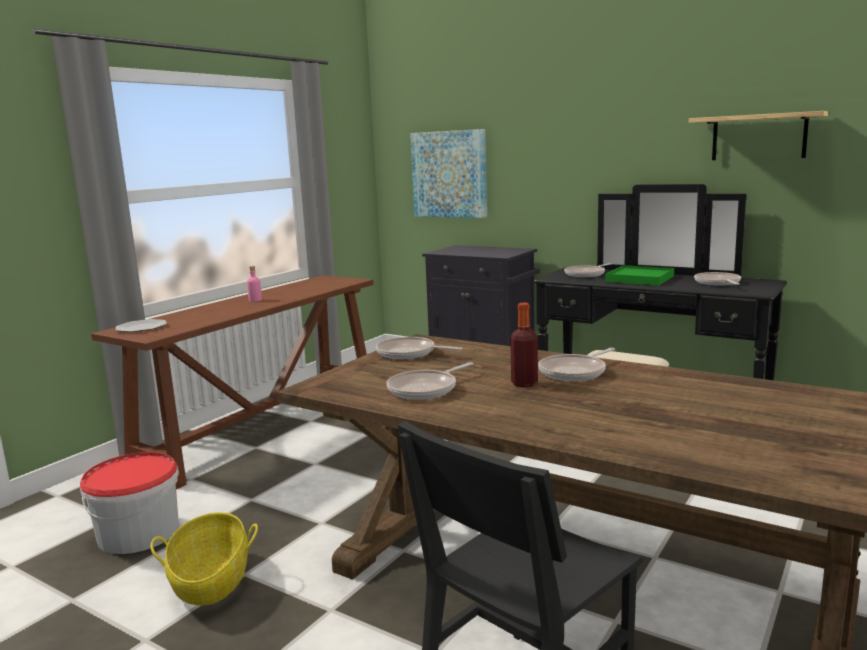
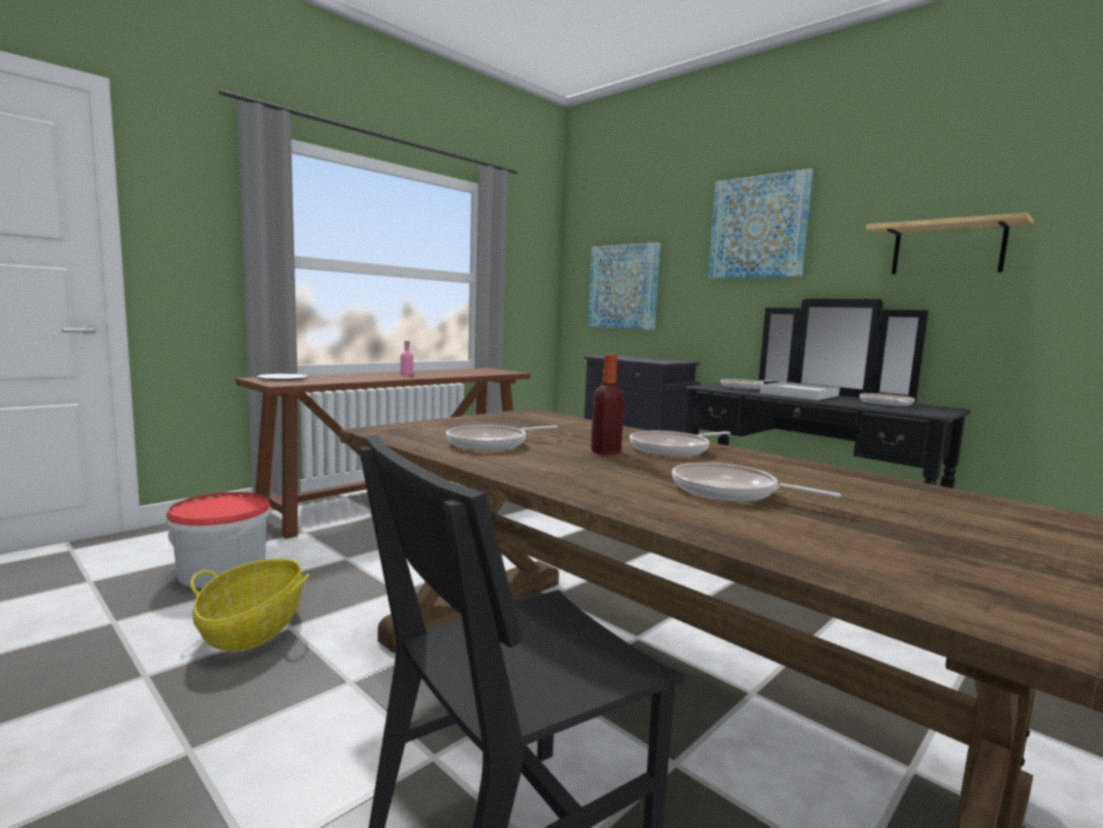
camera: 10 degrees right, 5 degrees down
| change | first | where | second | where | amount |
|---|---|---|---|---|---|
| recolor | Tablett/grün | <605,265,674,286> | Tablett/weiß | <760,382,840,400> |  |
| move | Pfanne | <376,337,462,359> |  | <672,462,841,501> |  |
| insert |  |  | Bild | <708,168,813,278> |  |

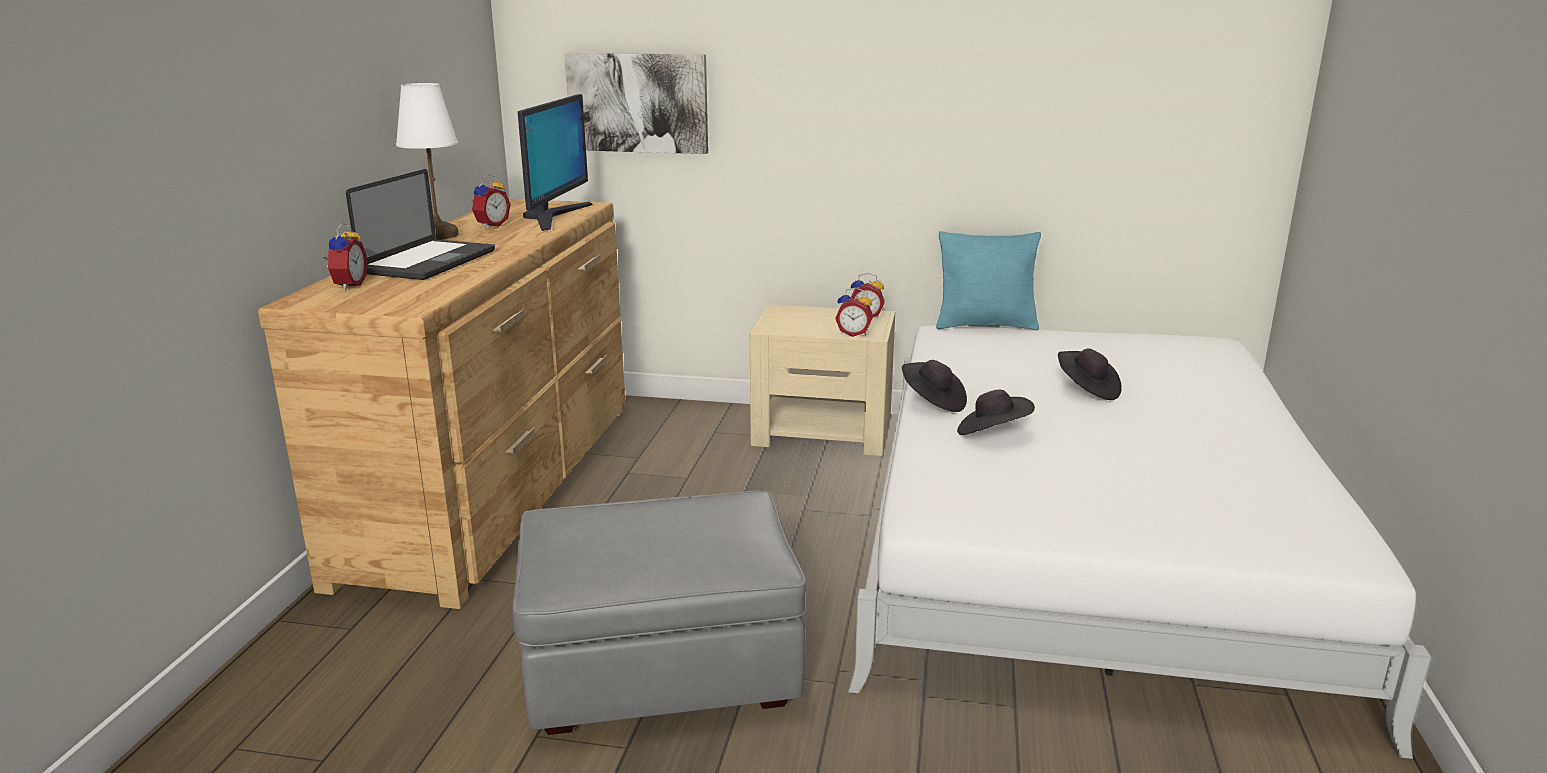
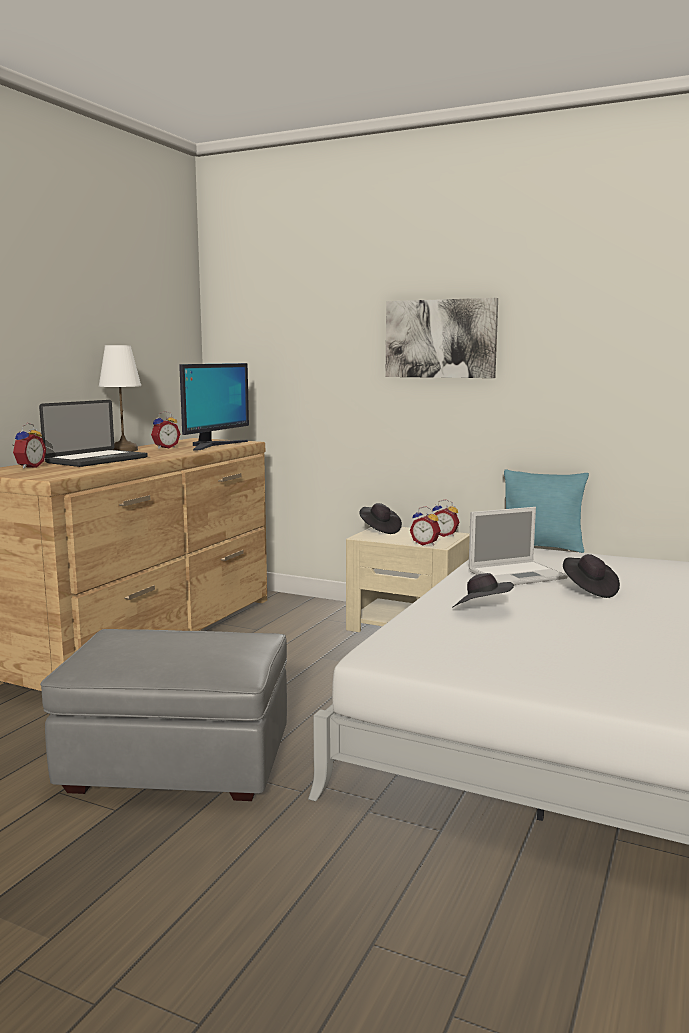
camera: 15 degrees right, 10 degrees down
| change | first | where | second | where | amount |
|---|---|---|---|---|---|
| move | Bild | <564,53,708,154> |  | <386,298,498,378> |  |
| move | Hut/schwarz | <902,360,967,412> |  | <359,503,402,534> |  |
| insert |  |  | Laptop | <469,507,568,585> |  |

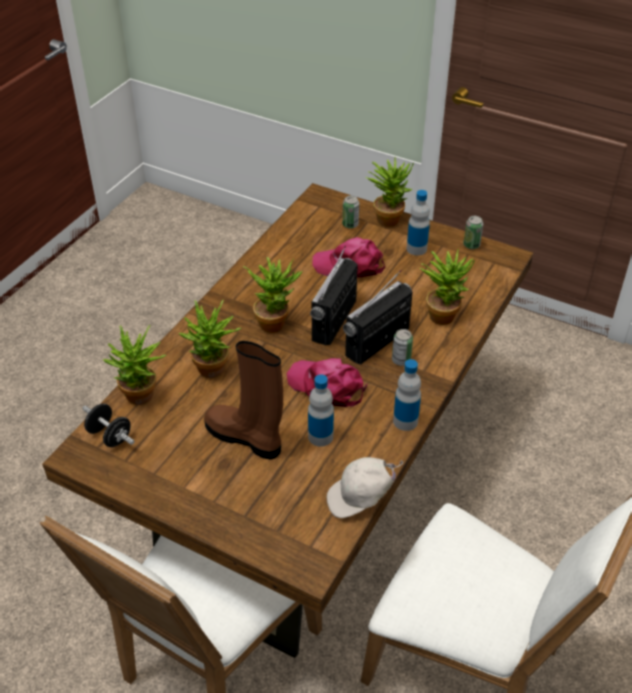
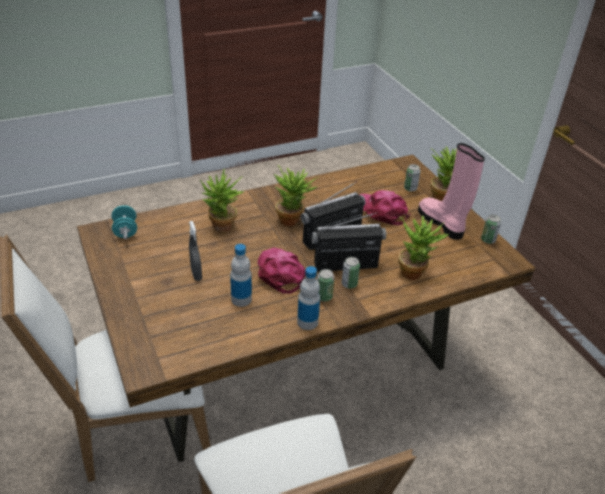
camera: 35 degrees right, 5 degrees down
| change | first | where | second | where | amount |
|---|---|---|---|---|---|
| replace | Flasche | <407,190,430,255> | Stiefel/rosa | <418,143,485,240> |  |
| delete | Topfpflanze | <102,325,167,405> |  |  |  |
| replace | Stiefel/braun | <204,341,283,460> | Sprühflasche/grau | <189,221,202,281> |  |
| recolor | Hantel/schwarz | <82,403,135,447> | Hantel/türkis | <111,205,137,239> |  |
| delete | Kappe/weiß | <327,457,403,518> |  |  |  |
| insert |  |  | Dose | <317,269,335,301> |  |

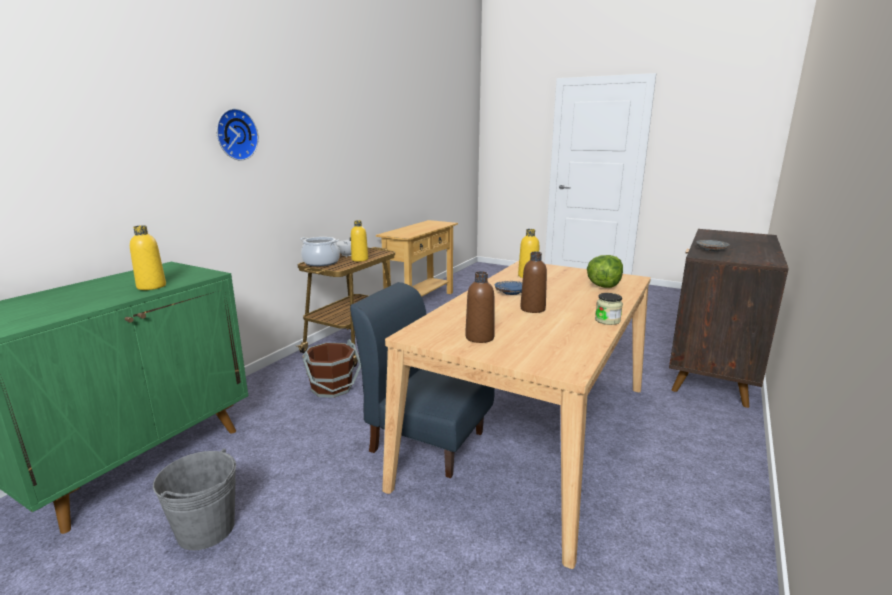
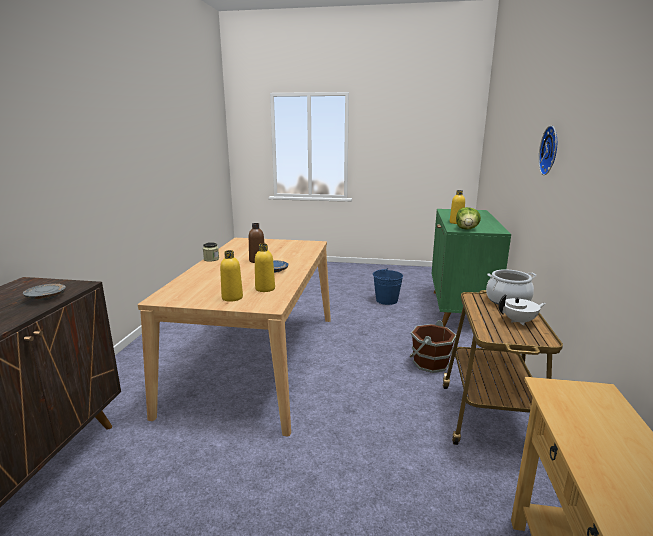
camera: 160 degrees right, 0 degrees up
| change | first | where | second | where | amount |
|---|---|---|---|---|---|
| move | Flasche/gelb | <351,220,368,262> |  | <220,250,243,302> |  |
| move | Salatkopf | <587,255,623,288> |  | <456,207,481,230> |  |
| delete | Flasche/braun | <465,271,495,343> |  |  |  |
| delete | Stuhl/blau | <350,282,494,478> |  |  |  |
| recolor | Eimer/grau | <153,448,236,550> | Eimer/blau | <372,268,403,305> |  |

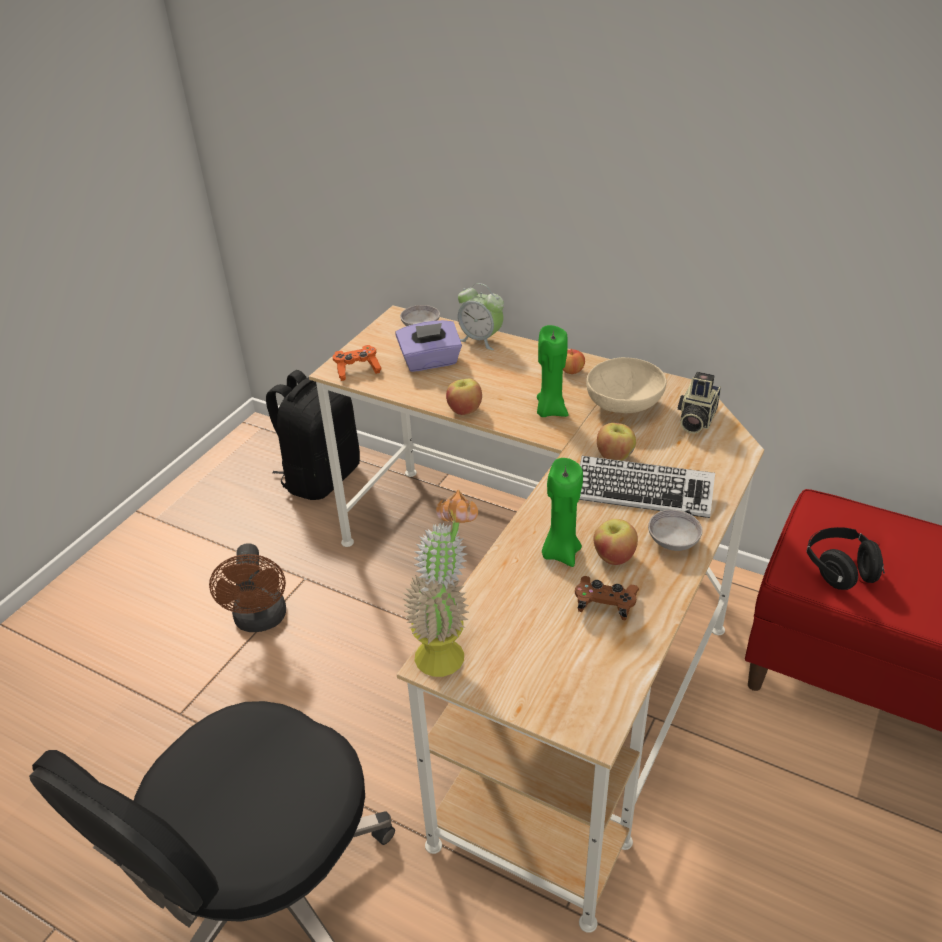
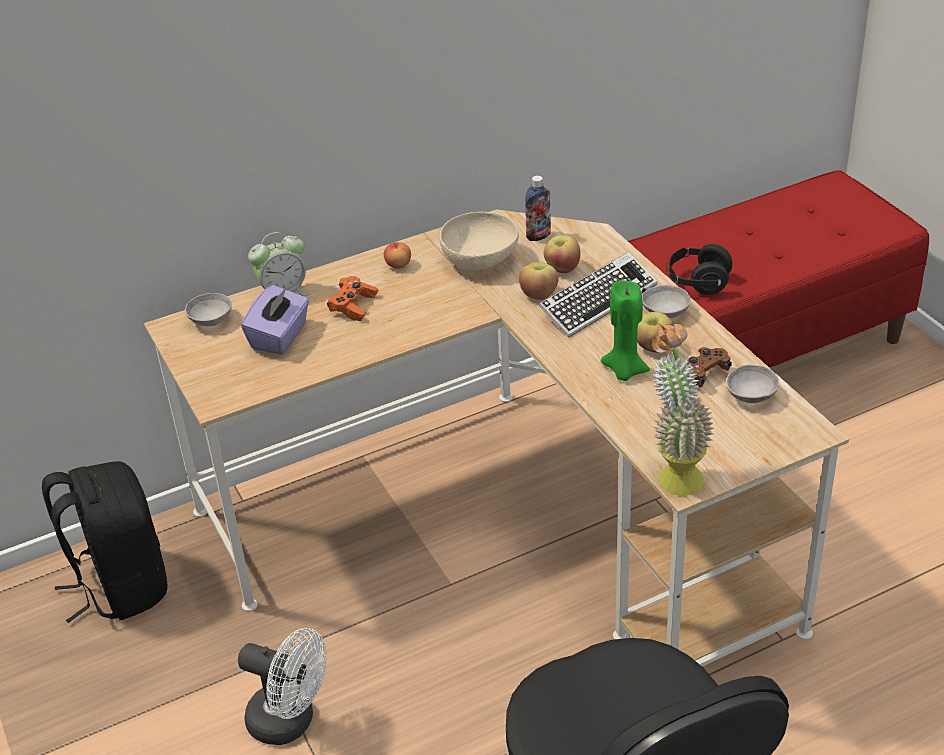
camera: 55 degrees left, 0 degrees up
| change | first | where | second | where | amount |
|---|---|---|---|---|---|
| delete | Kerze/grün | <537,325,569,417> |  |  |  |
| move | Gamepad/orange | <333,345,382,381> |  | <327,276,378,321> |  |
| replace | Kamera | <678,372,721,434> | Flasche | <525,176,551,241> |  |
| move | Apfel | <446,379,482,415> |  | <544,235,581,273> |  |
| recolor | Ventilator/braun | <209,543,286,632> | Ventilator/weiß | <238,628,327,745> |  |
| insert |  |  | Schüssel/grau | <726,365,779,403> |  |

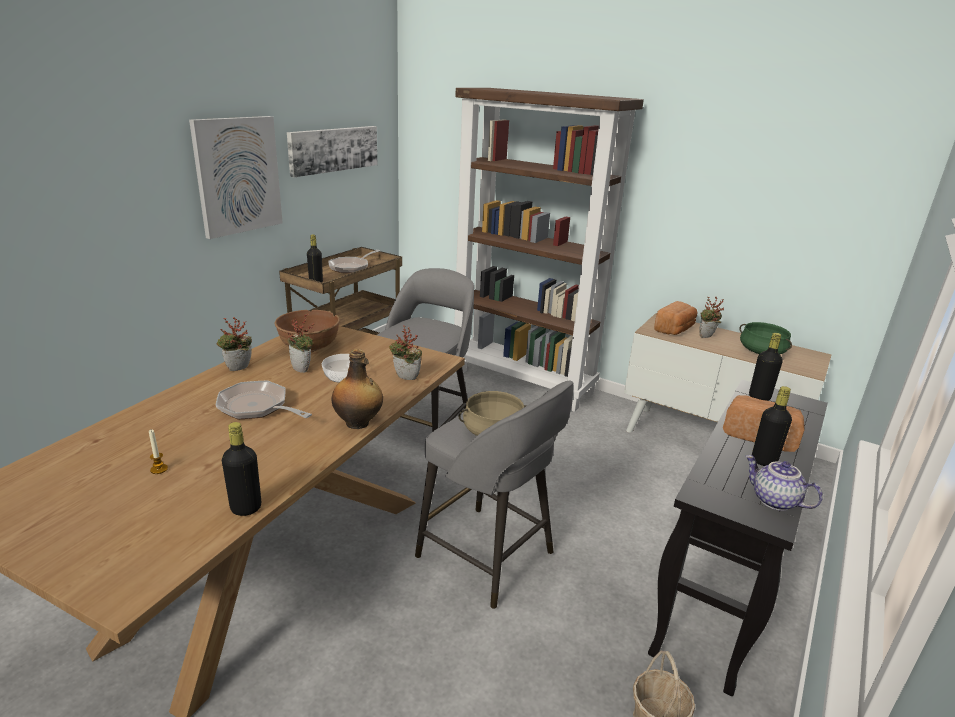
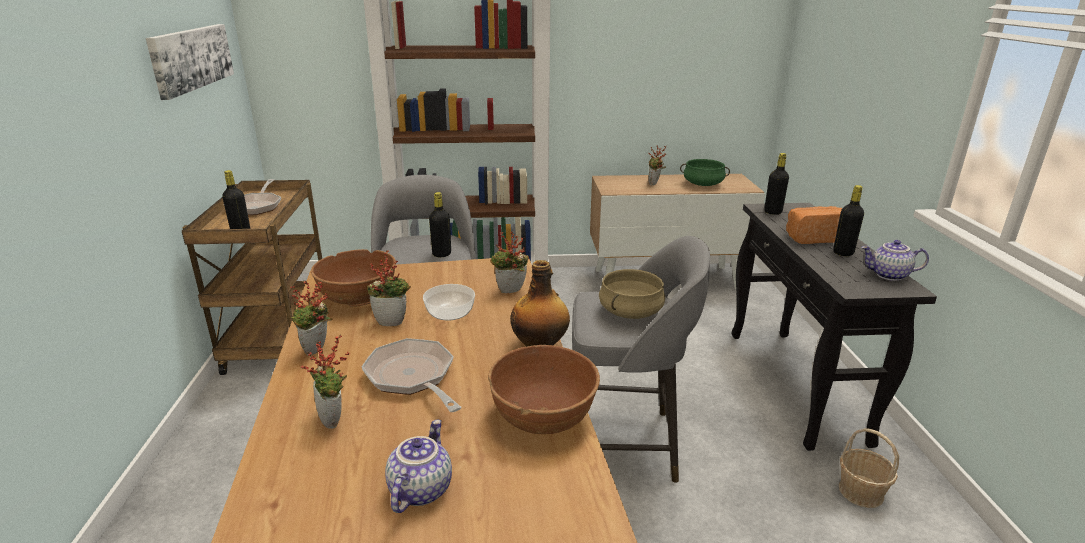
camera: 35 degrees left, 0 degrees up
| change | first | where | second | where | amount |
|---|---|---|---|---|---|
| delete | Bild | <189,116,283,239> |  |  |  |
| delete | Brot | <654,301,698,335> |  |  |  |
| rotate | Pfanne | <216,380,312,419> |  | <361,338,462,412> | 60 degrees clockwise |
| move | Flasche/schwarz | <222,422,261,516> |  | <429,192,451,257> |  |
| replace | Kerze | <149,430,168,474> | Teekanne | <385,420,452,513> |  |
| insert |  |  | Topfpflanze | <301,334,351,429> |  |
| insert |  |  | Schüssel/braun | <488,345,600,434> |  |

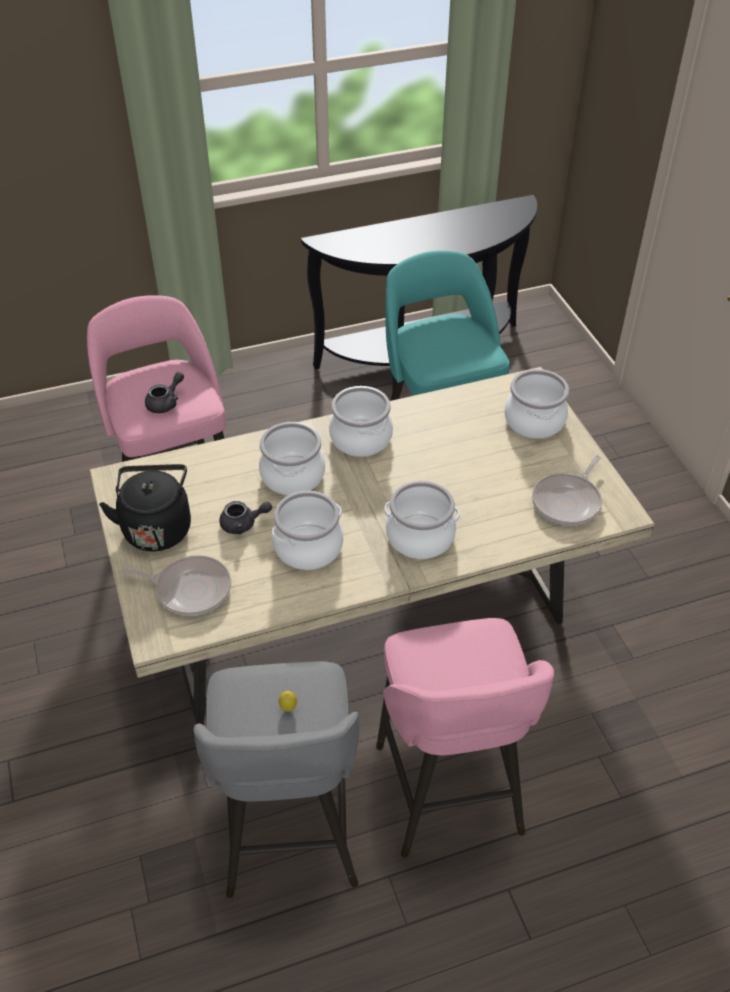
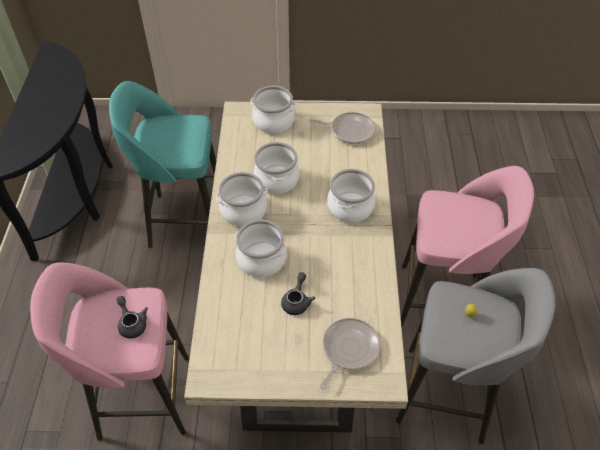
camera: 70 degrees left, 5 degrees up
| change | first | where | second | where | amount |
|---|---|---|---|---|---|
| rotate | Pfanne | <532,455,602,526> |  | <309,112,376,144> | 45 degrees counterclockwise |
| delete | Wasserkessel/schwarz | <99,464,191,551> |  |  |  |
| move | Kochtopf | <272,491,343,570> |  | <253,142,300,194> |  |

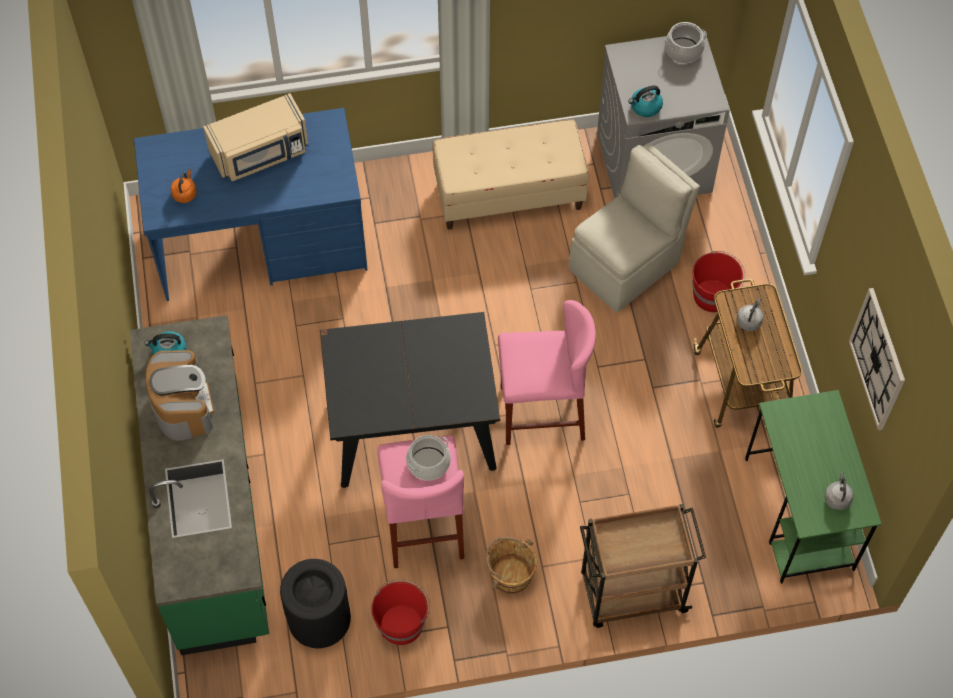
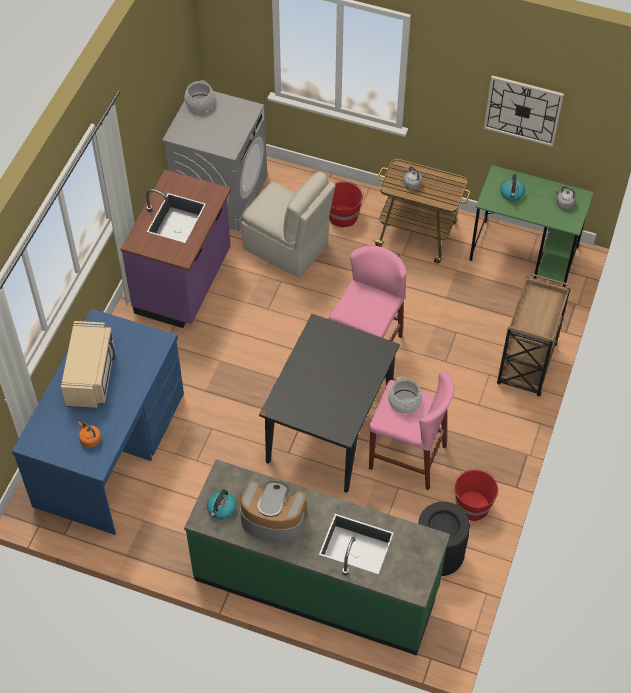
camera: 60 degrees left, 5 degrees down
| change | first | where | second | where | amount |
|---|---|---|---|---|---|
| move | Wasserkessel | <628,86,663,117> |  | <500,174,525,201> |  |
| replace | Bank/beige | <432,119,589,230> | Küchenzeile/lila | <121,170,231,328> |  |
| rotate | Stuhl/beige | <569,143,700,312> |  | <242,172,336,278> | 135 degrees clockwise |
| delete | Eimer/braun | <486,537,537,594> |  |  |  |

